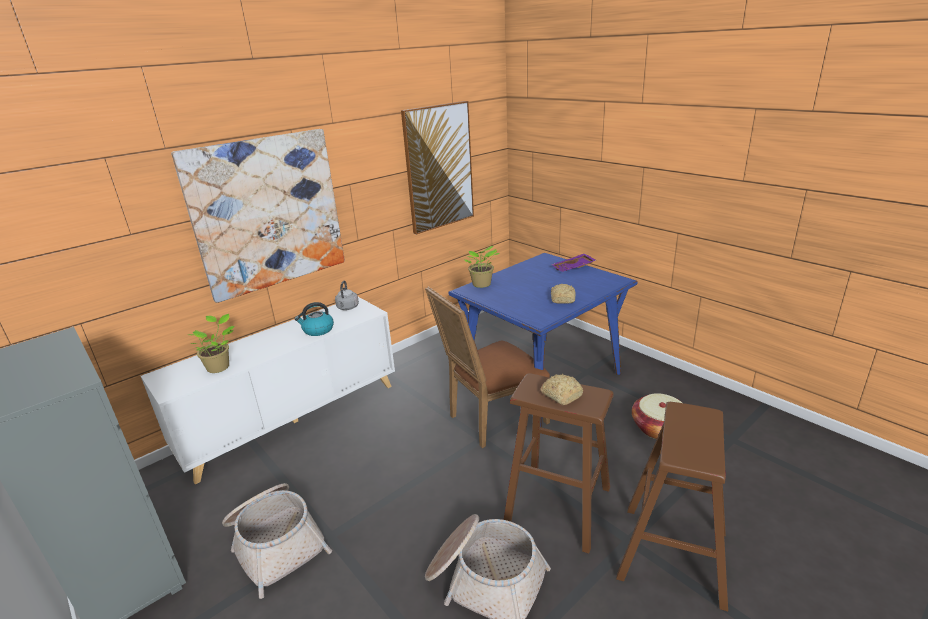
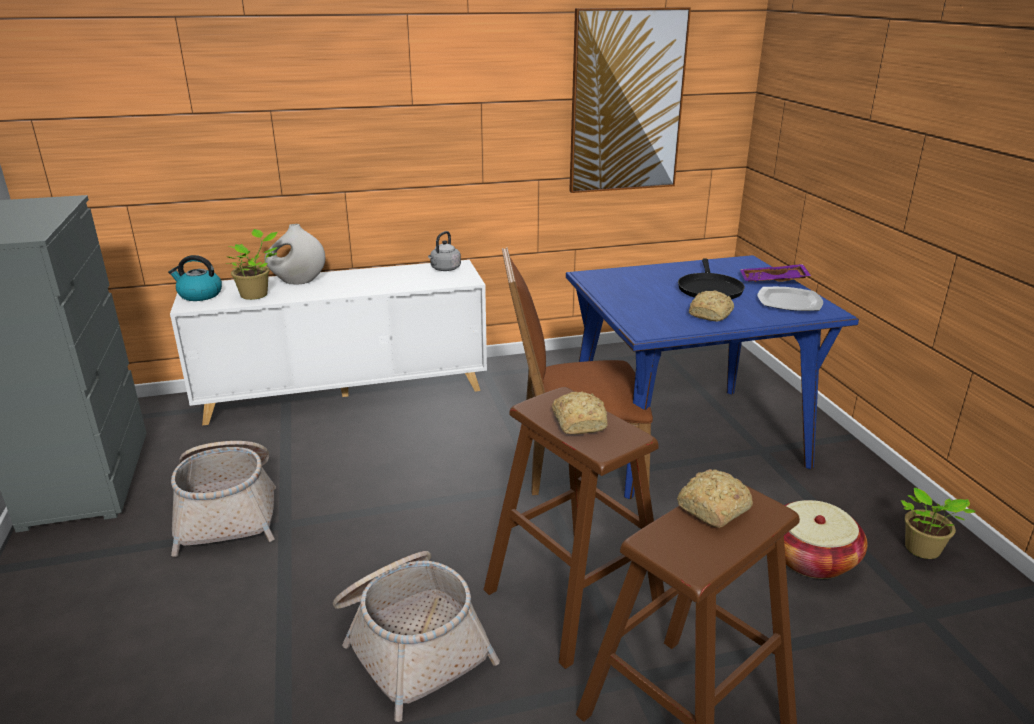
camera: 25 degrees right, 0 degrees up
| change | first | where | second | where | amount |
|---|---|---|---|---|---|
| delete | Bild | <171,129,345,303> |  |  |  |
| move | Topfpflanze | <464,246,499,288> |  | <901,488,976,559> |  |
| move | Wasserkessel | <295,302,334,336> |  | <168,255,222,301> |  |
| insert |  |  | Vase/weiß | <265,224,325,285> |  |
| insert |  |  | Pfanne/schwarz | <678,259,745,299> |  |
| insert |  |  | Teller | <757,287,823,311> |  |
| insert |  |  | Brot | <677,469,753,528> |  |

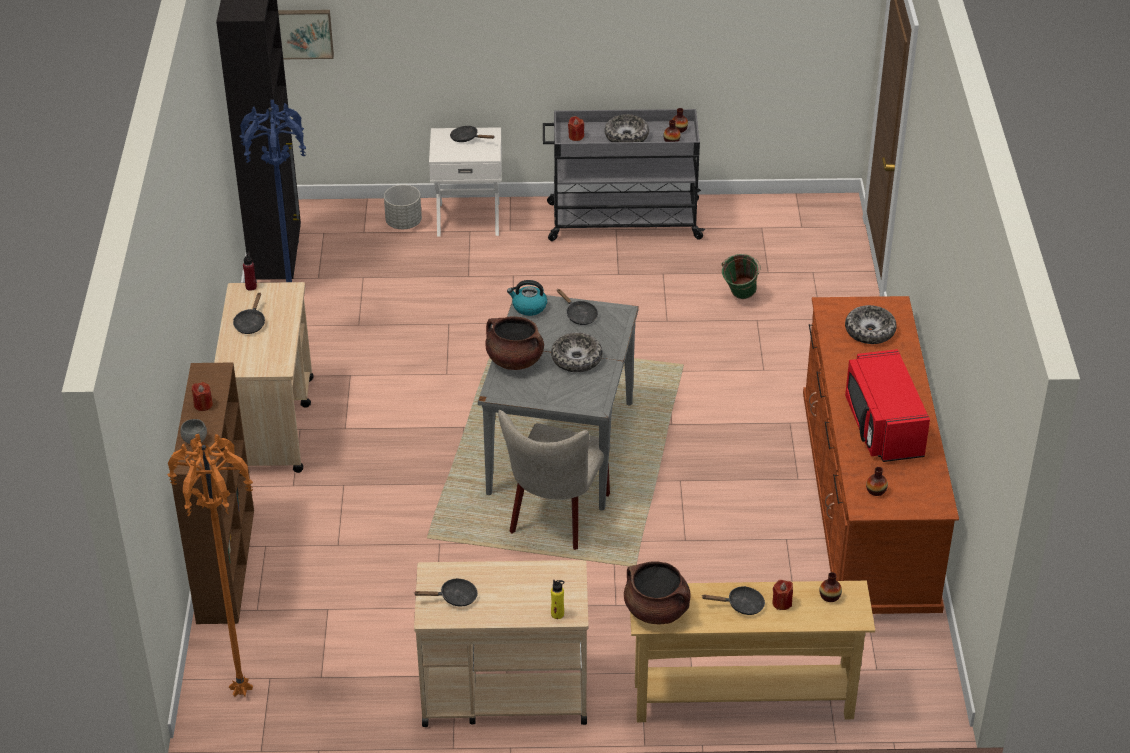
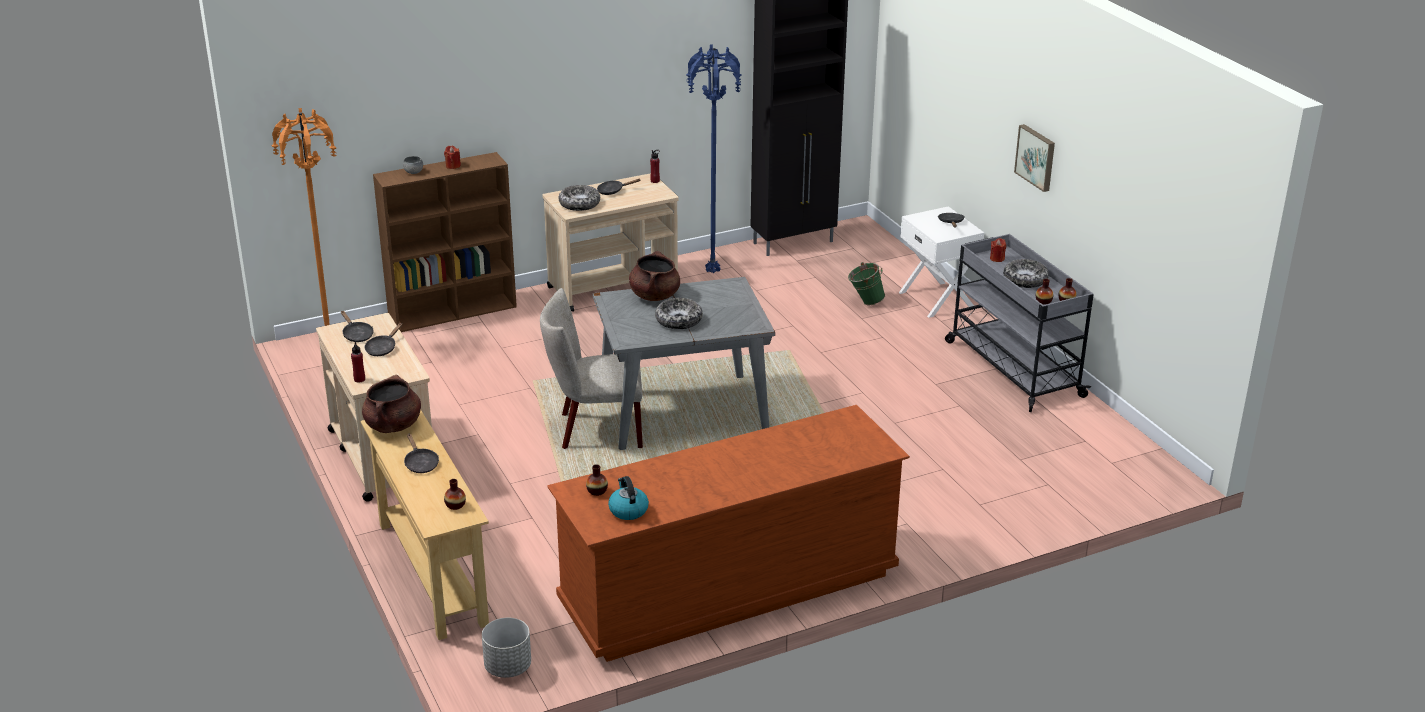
camera: 65 degrees right, 10 degrees down
| change | first | where | second | where | amount |
|---|---|---|---|---|---|
| move | Bild | <278,10,334,59> |  | <1014,124,1055,192> |  |
| move | Pflanzkübel/grau | <384,185,422,229> |  | <482,618,531,678> |  |
| move | Eimer/grün | <721,254,760,299> |  | <848,262,885,305> |  |
| move | Wasserkessel | <507,280,547,316> |  | <608,476,649,520> |  |
| move | Pfanne/schwarz | <557,289,598,325> |  | <365,323,402,356> |  |
| move | Schüssel | <845,305,897,344> |  | <559,185,600,211> |  |
| delete | Mikrowelle/rot | <845,349,930,462> |  |  |  |
| recolor | Flasche/gelb | <551,580,564,619> | Flasche/rot | <351,342,365,383> |  |
| delete | Kerze/rot | <772,580,793,610> |  |  |  |

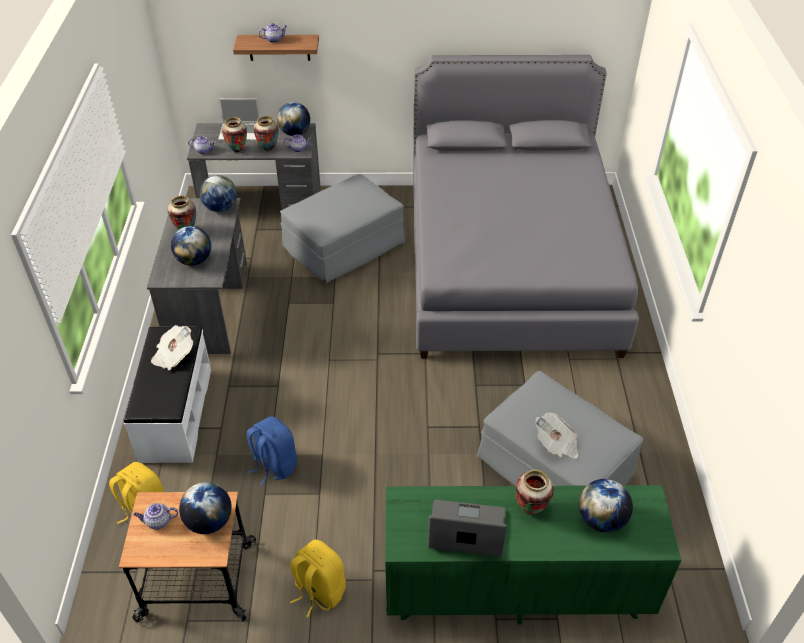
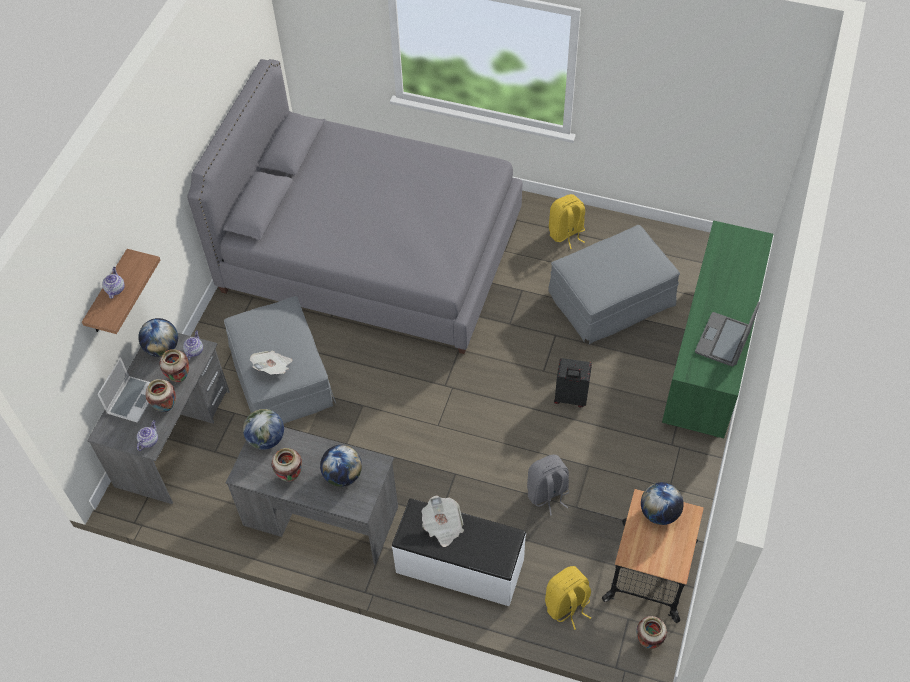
camera: 70 degrees left, 10 degrees up
| change | first | where | second | where | amount |
|---|---|---|---|---|---|
| move | Zeitung | <535,412,578,459> |  | <250,351,293,374> |  |
| recolor | Rucksack/blau | <247,416,297,486> | Rucksack/grau | <527,455,569,516> |  |
| move | Vase | <515,470,554,515> |  | <636,616,667,649> |  |
| delete | Globus | <579,479,633,533> |  |  |  |
| delete | Teekanne | <134,503,178,530> |  |  |  |
| move | Rucksack/gelb | <290,540,346,618> |  | <549,194,585,249> |  |
| insert |  |  | Koffer/schwarz | <554,358,592,408> |  |

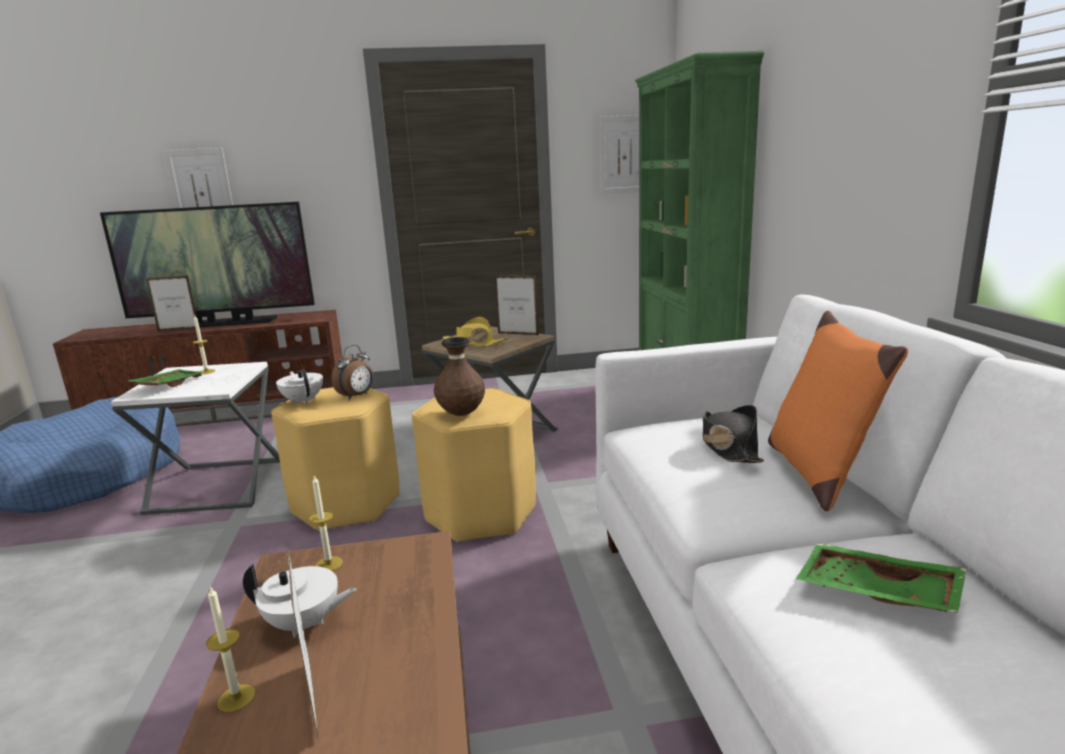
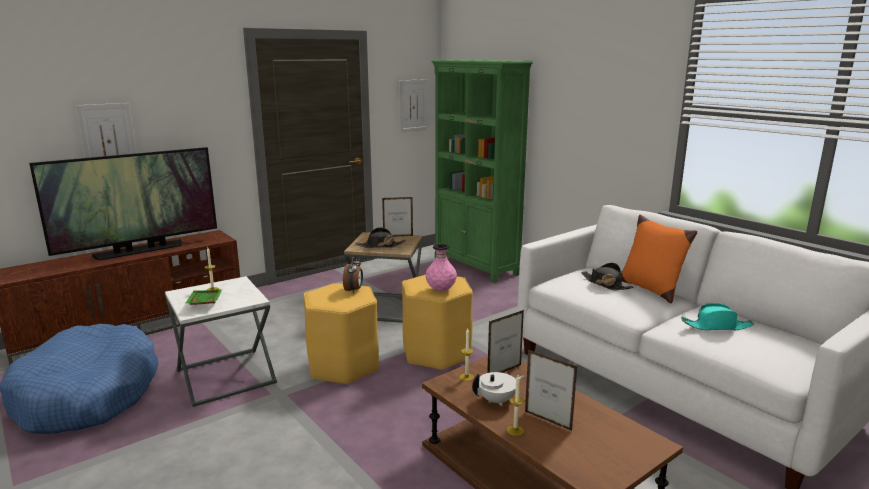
camera: 30 degrees left, 0 degrees up
| change | first | where | second | where | amount |
|---|---|---|---|---|---|
| move | Bilderrahmen | <146,275,197,331> |  | <487,310,524,373> |  |
| recolor | Hut/gelb | <442,317,509,347> | Hut/schwarz | <355,227,406,248> |  |
| recolor | Vase/braun | <434,337,485,416> | Vase/rosa | <426,243,457,292> |  |
| delete | Teekanne/weiß | <276,369,323,404> |  |  |  |
| replace | Tablett/grün | <796,544,967,613> | Hut/türkis | <681,303,754,330> |  |

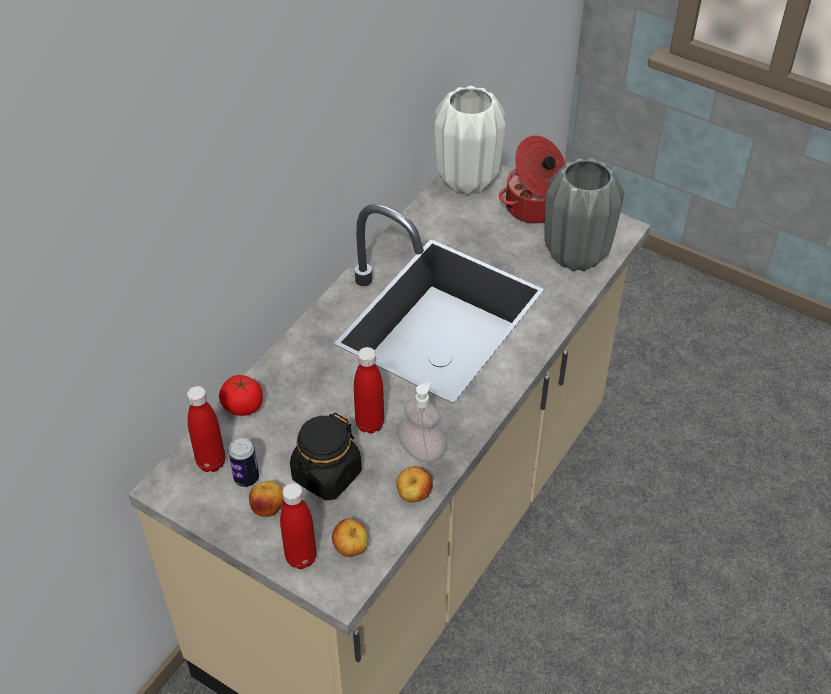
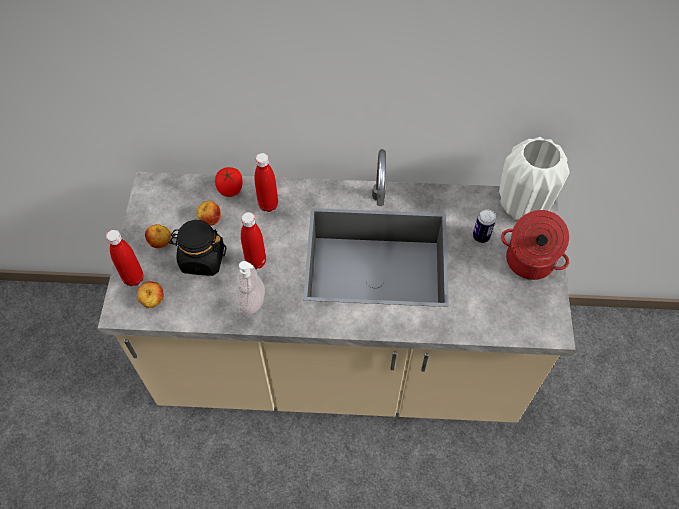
camera: 60 degrees right, 10 degrees up
| change | first | where | second | where | amount |
|---|---|---|---|---|---|
| delete | Vase/grau | <545,158,624,271> |  |  |  |
| move | Flasche/rot | <187,386,225,472> |  | <254,153,278,212> |  |
| move | Dose | <228,437,259,487> |  | <473,209,496,243> |  |
| move | Apfel | <396,466,433,502> |  | <196,201,221,226> |  |

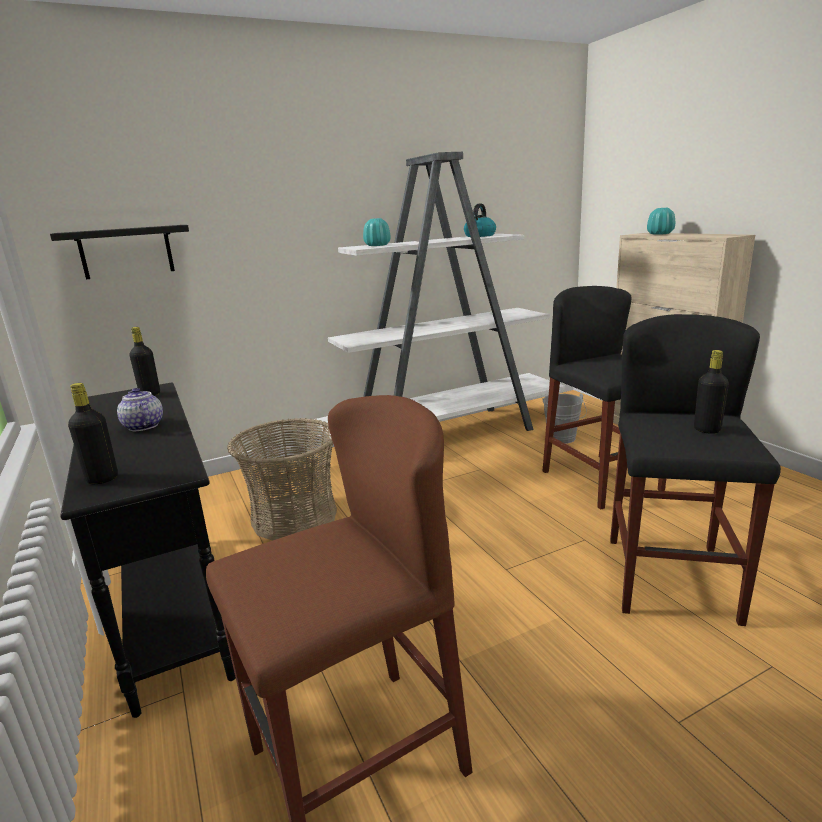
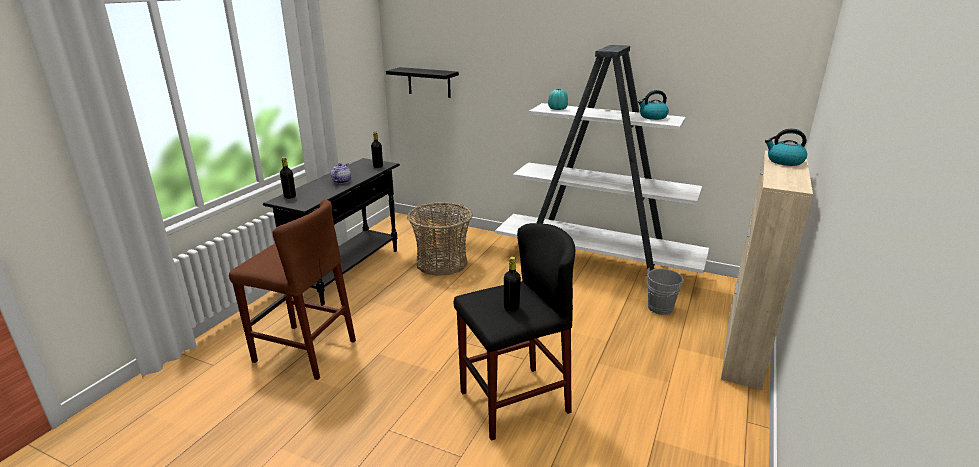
camera: 50 degrees right, 5 degrees up
| change | first | where | second | where | amount |
|---|---|---|---|---|---|
| replace | Vase/türkis | <647,208,675,235> | Wasserkessel | <765,129,807,166> |  |
| delete | Hocker/schwarz | <543,286,666,510> |  |  |  |

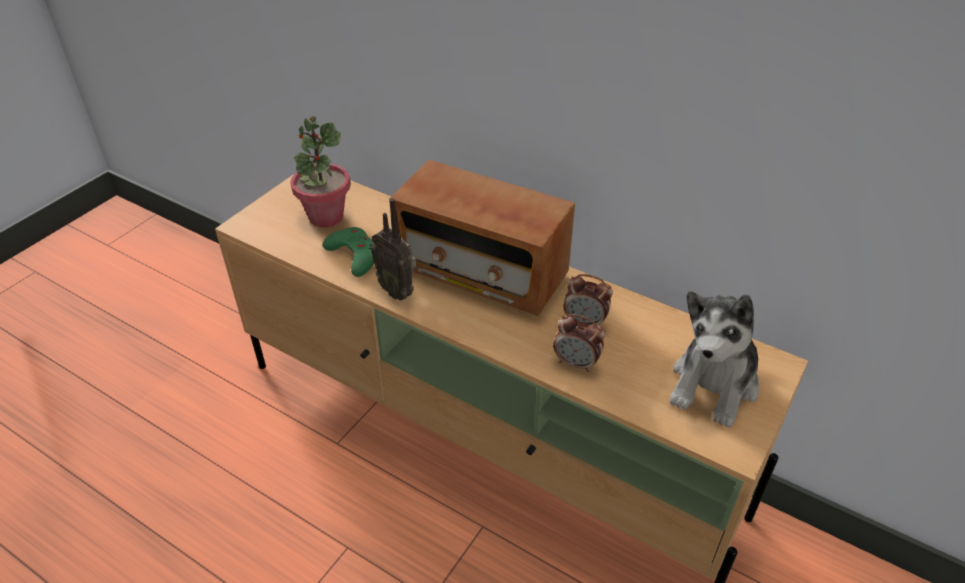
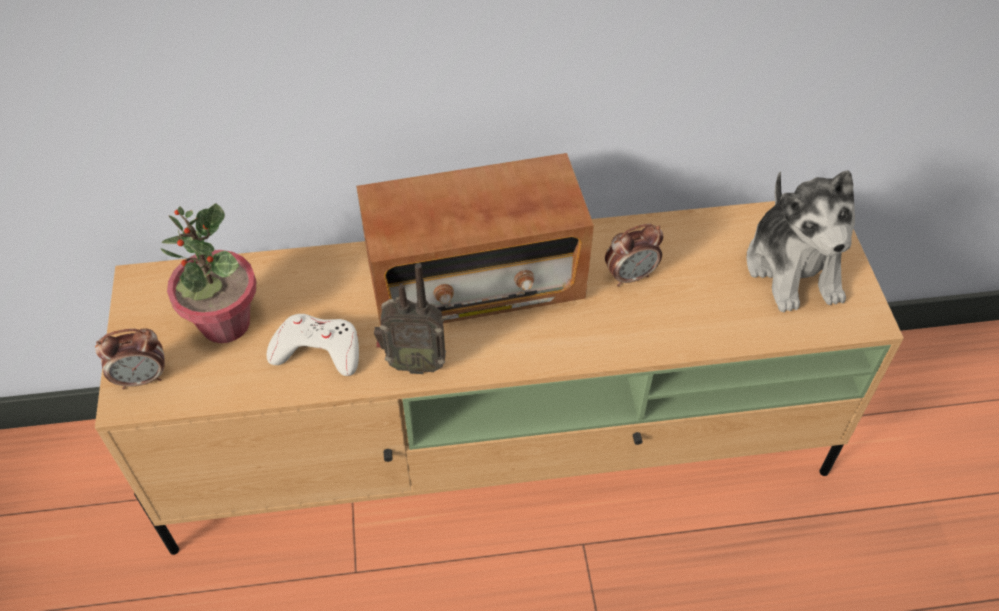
camera: 40 degrees left, 10 degrees up
| change | first | where | second | where | amount |
|---|---|---|---|---|---|
| recolor | Gamepad/grün | <323,227,374,277> | Gamepad/weiß | <267,314,359,376> |  |
| move | Wecker | <553,314,605,372> |  | <95,328,165,389> |  |

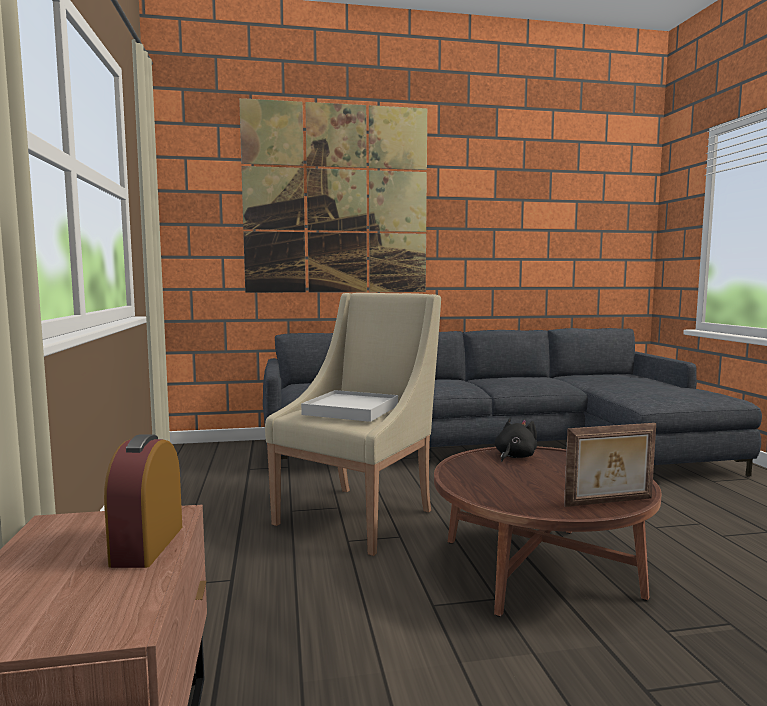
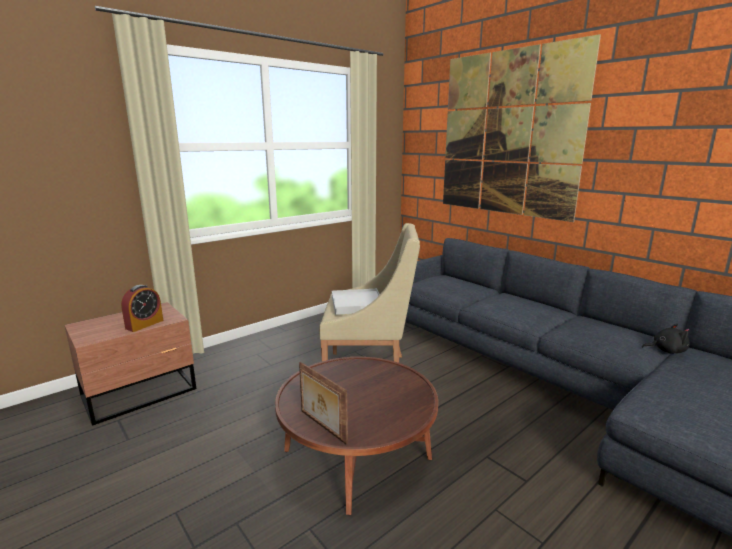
camera: 60 degrees right, 10 degrees up
| change | first | where | second | where | amount |
|---|---|---|---|---|---|
| move | Plüschtier/schwarz | <495,418,537,462> |  | <642,324,690,354> |  |
| rotate | Wecker | <104,435,182,568> |  | <121,285,163,332> | 150 degrees clockwise |

